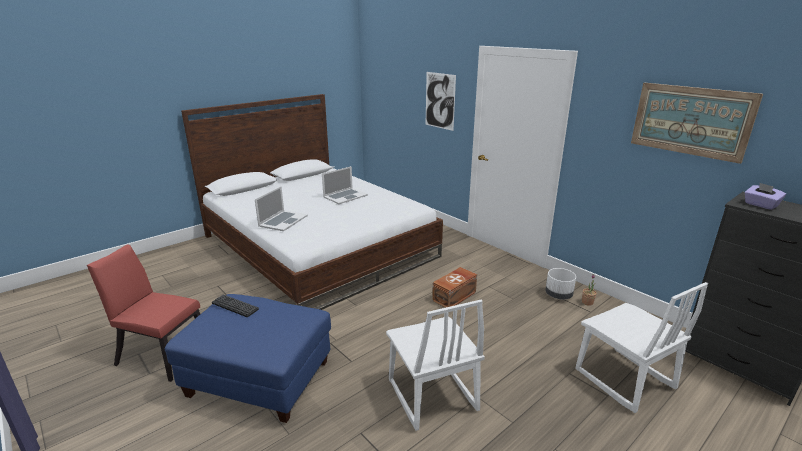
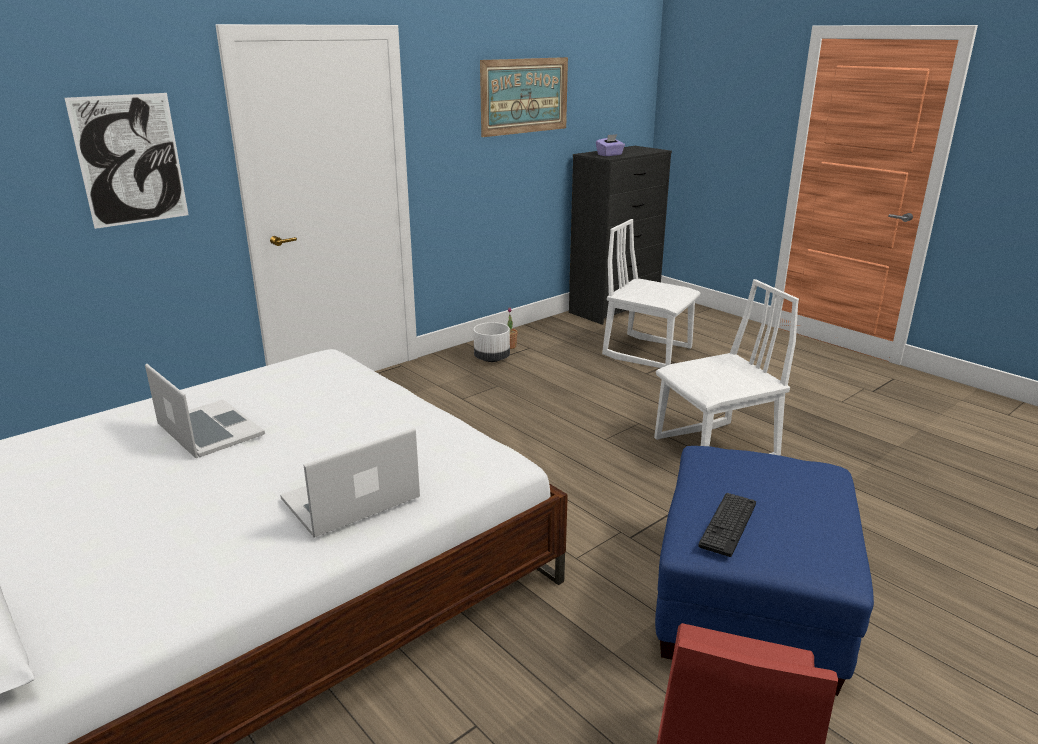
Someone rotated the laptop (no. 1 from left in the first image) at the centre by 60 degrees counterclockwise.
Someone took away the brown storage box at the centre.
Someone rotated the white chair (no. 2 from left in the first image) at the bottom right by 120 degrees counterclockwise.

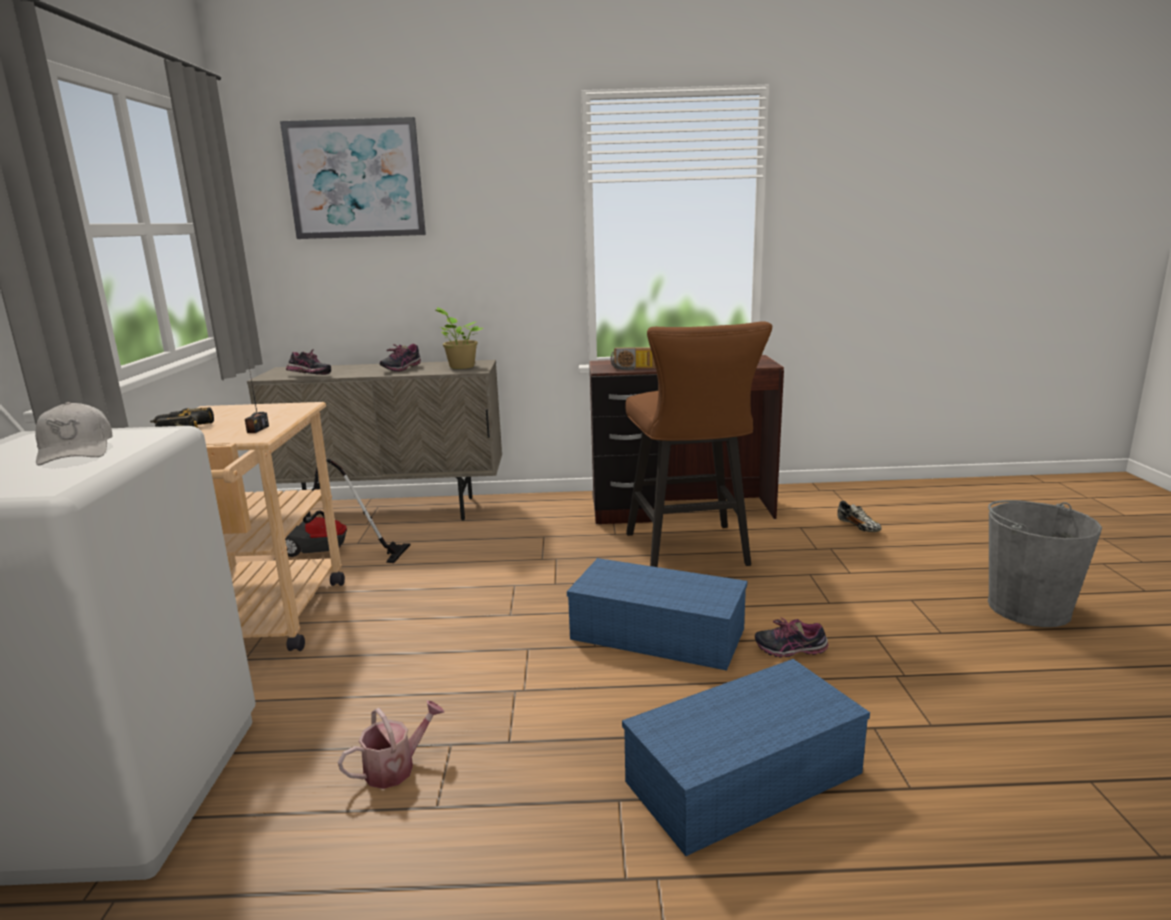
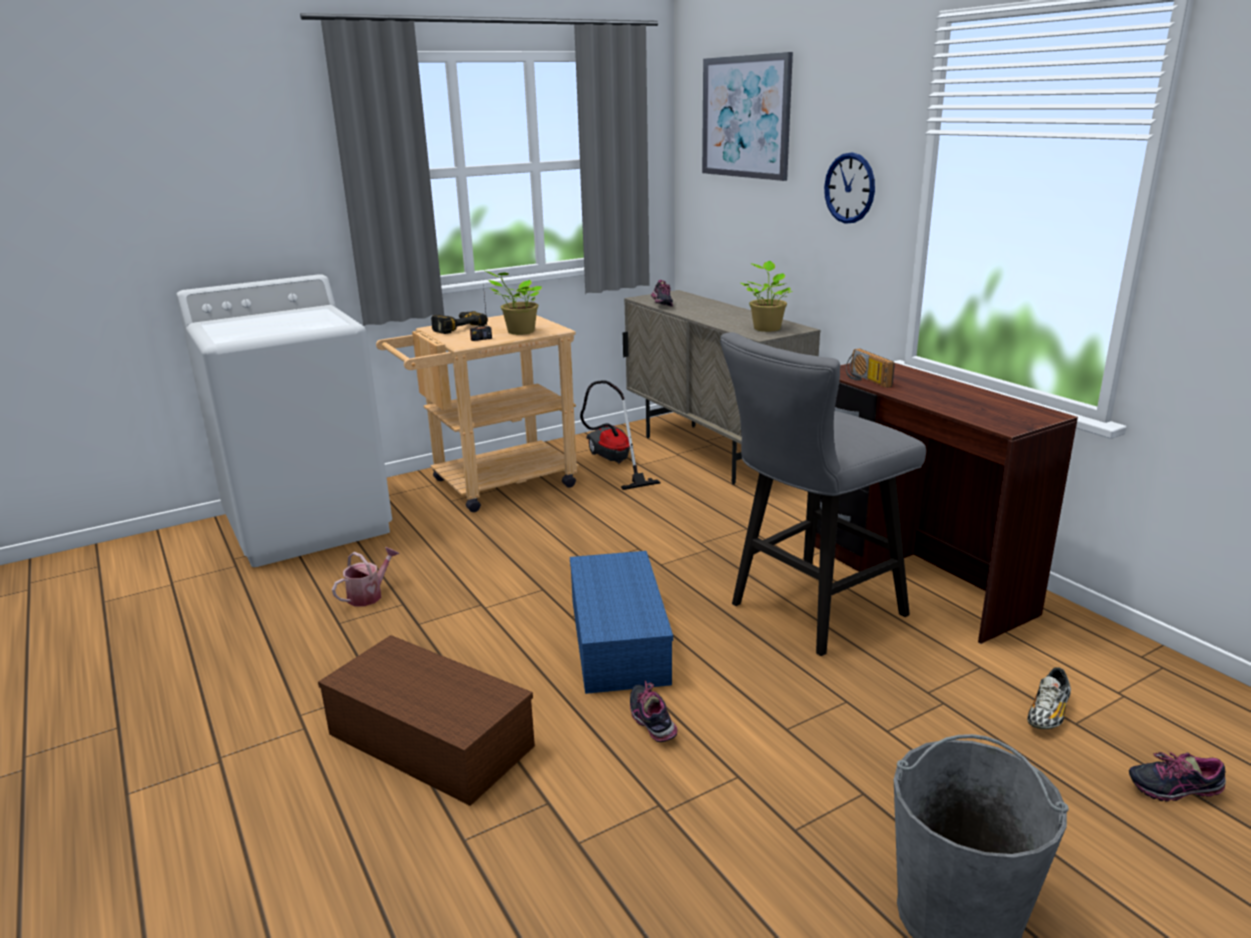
Someone took away the white cap at the middle left.
Someone rotated the watering can at the bottom centre by 75 degrees counterclockwise.
Someone carried the shoe (no. 2 from left in the first image) from the centre to the bottom right.
Someone repainted the blue storage box (no. 2 from left) at the bottom centre, which became the brown storage box at the bottom centre.
Someone repainted the brown stool at the centre, which became the grey stool at the centre.
Someone put down the potted plant (no. 1 from left) at the top centre.
Someone put up the wall clock at the top right.

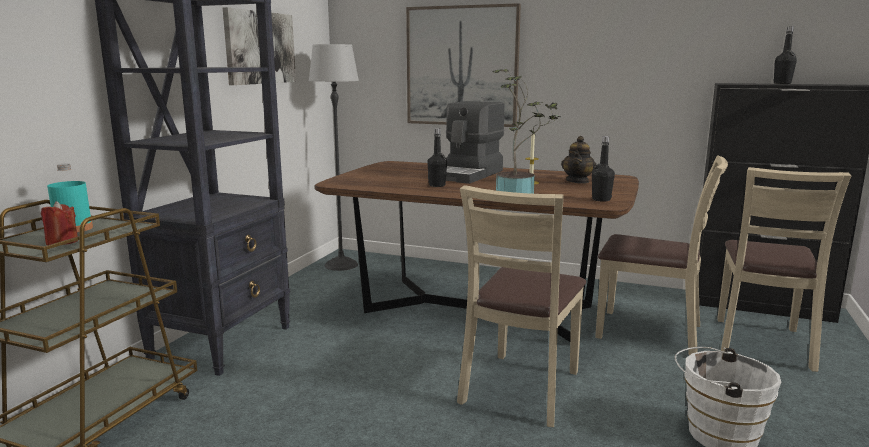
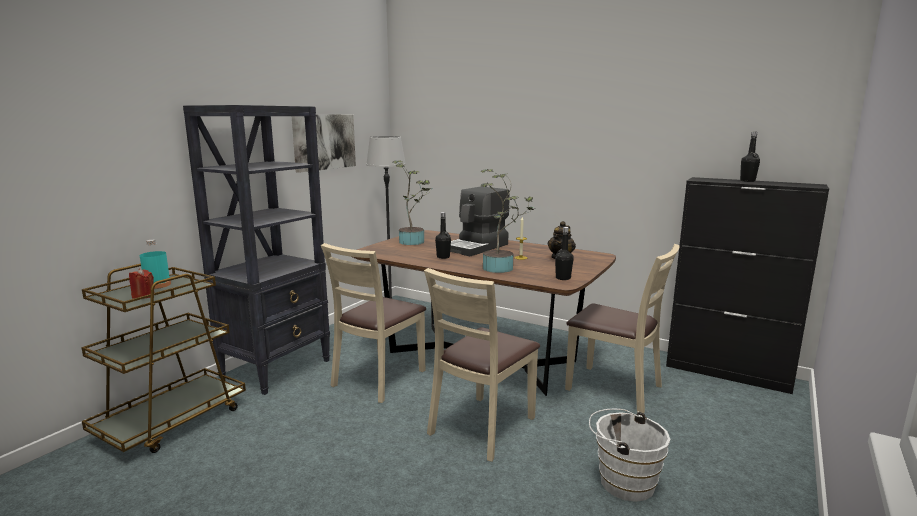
Someone took away the picture (no. 2 from left) at the top centre.
Someone carried the beige chair (no. 3 from left in the first image) from the middle right to the centre.
Someone put down the potted plant (no. 1 from left) at the centre.

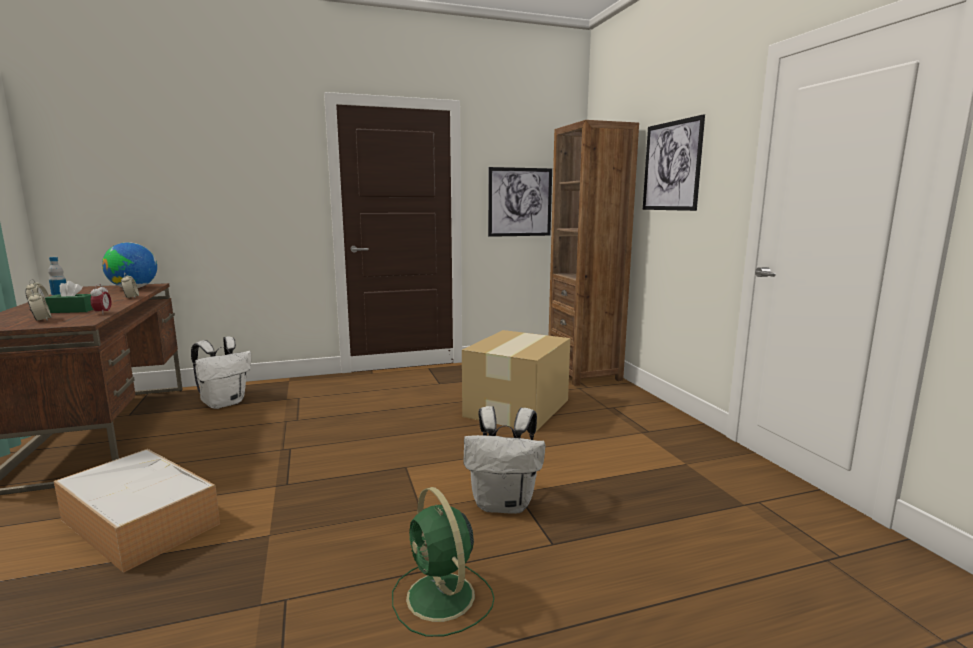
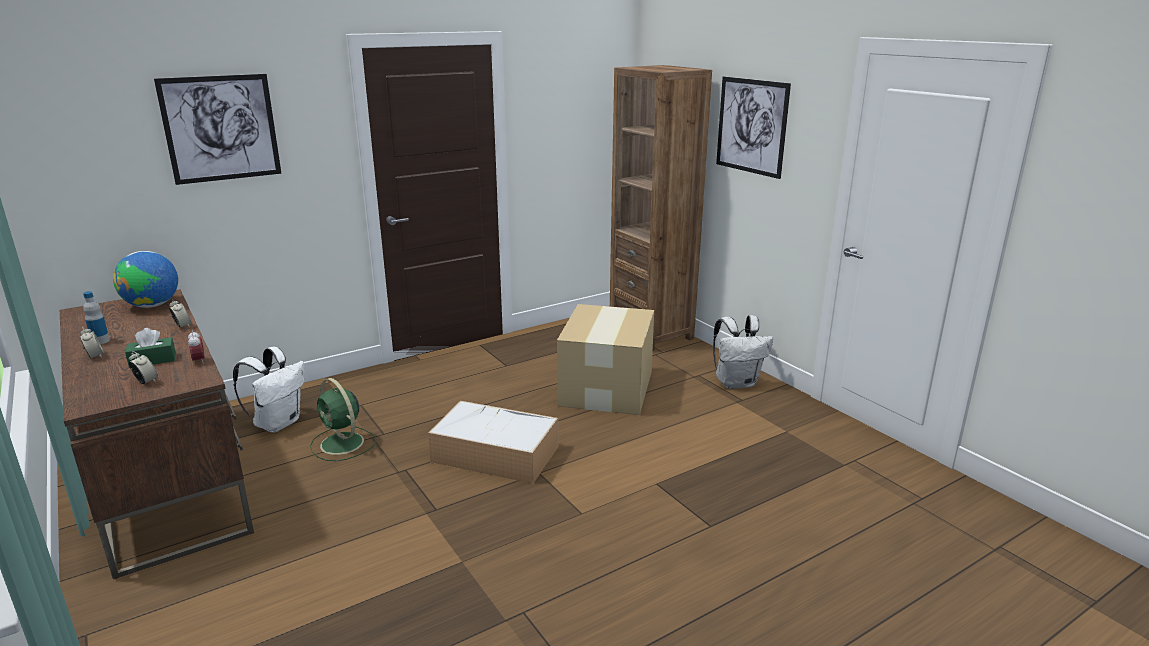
Someone carried the storage box from the bottom left to the bottom centre.
Someone carried the green fan from the bottom centre to the middle left.
Someone carried the white backpack (no. 2 from left) from the bottom centre to the centre.
Someone carried the picture (no. 1 from left) from the top centre to the top left.

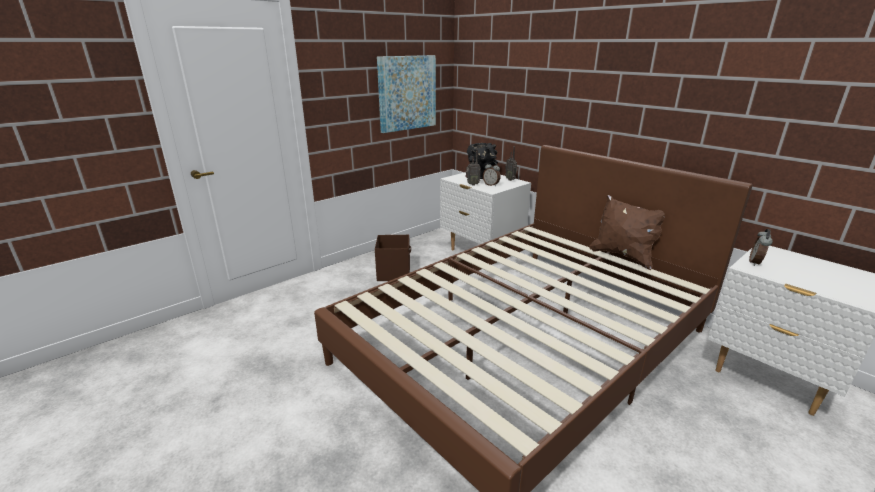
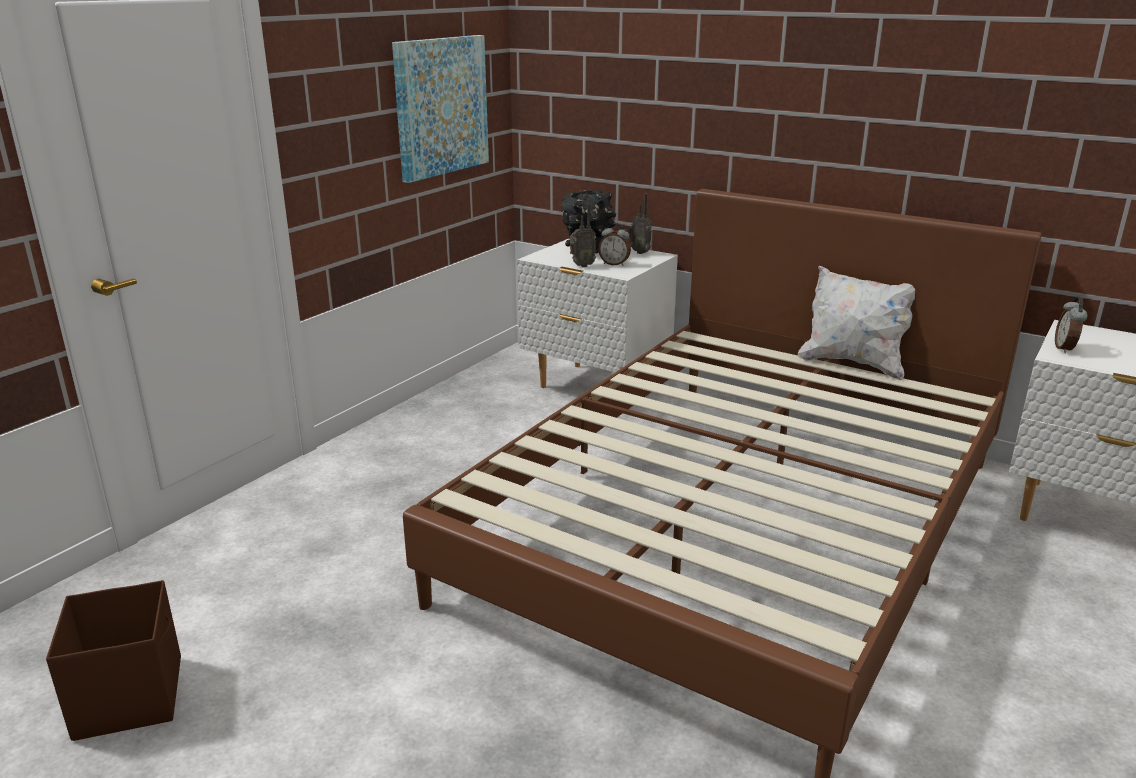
Someone carried the brown storage box from the centre to the bottom left.
Someone repainted the brown pillow at the middle right, which became the white pillow at the middle right.

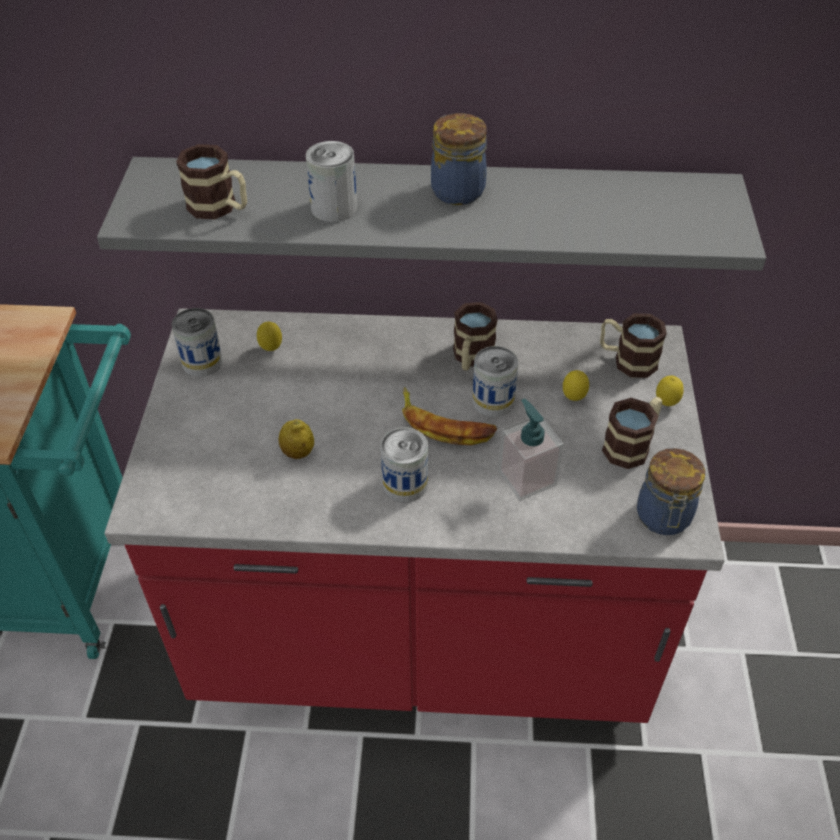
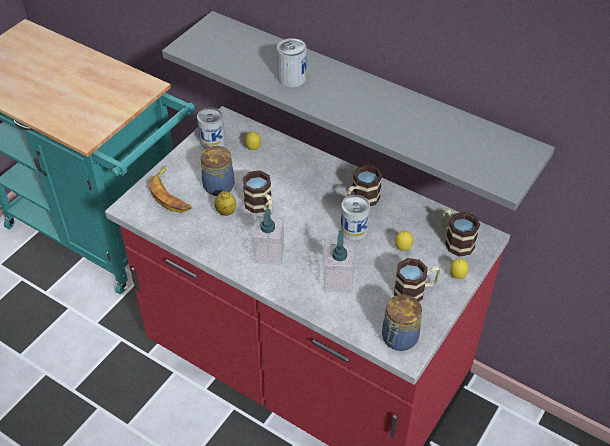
Someone carried the mug (no. 1 from left) from the top left to the centre.
Someone swapped the can (no. 3 from left) at the centre for the soap dispenser (no. 1 from left) at the centre.
Someone carried the banana from the centre to the middle left.
Someone carried the jar (no. 1 from left) from the top centre to the centre.

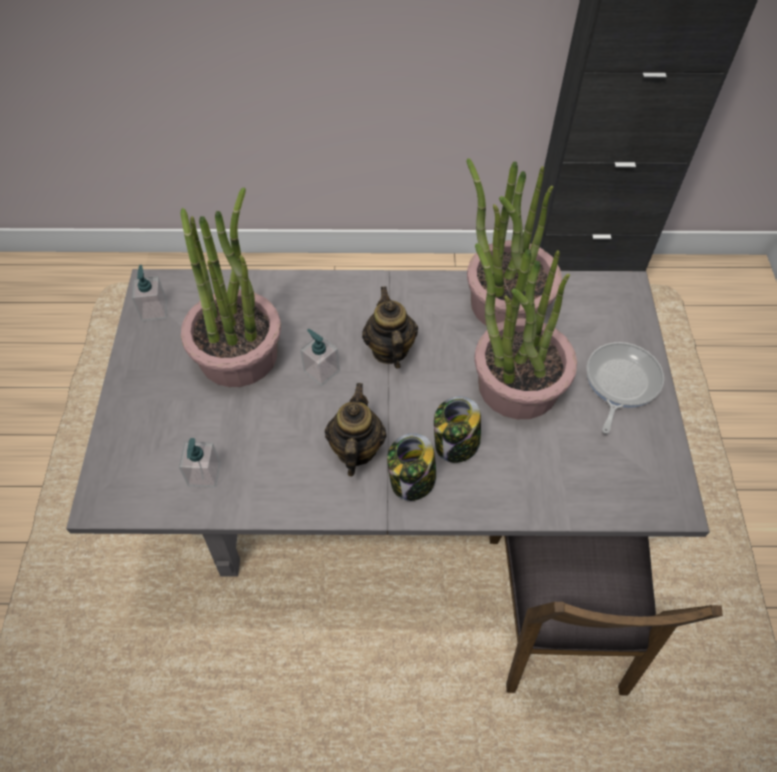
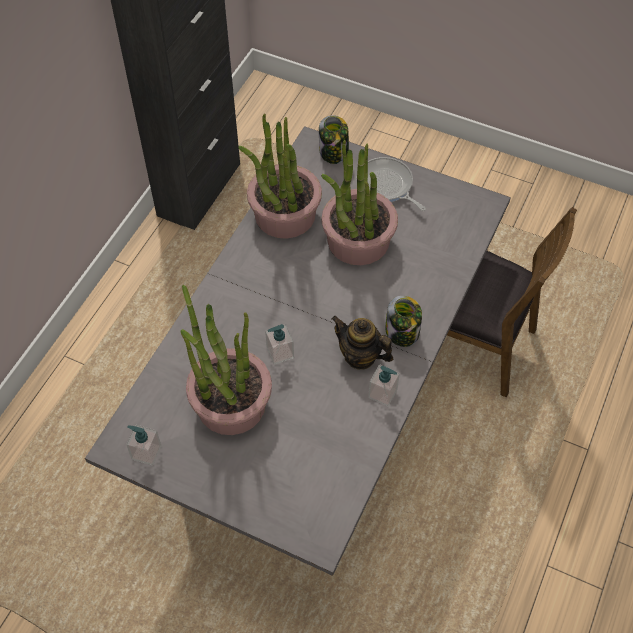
Someone carried the soap dispenser (no. 2 from left in the first image) from the middle left to the centre.
Someone took away the teapot (no. 2 from left) at the centre.
Someone carried the jar (no. 2 from left in the first image) from the centre to the top centre.

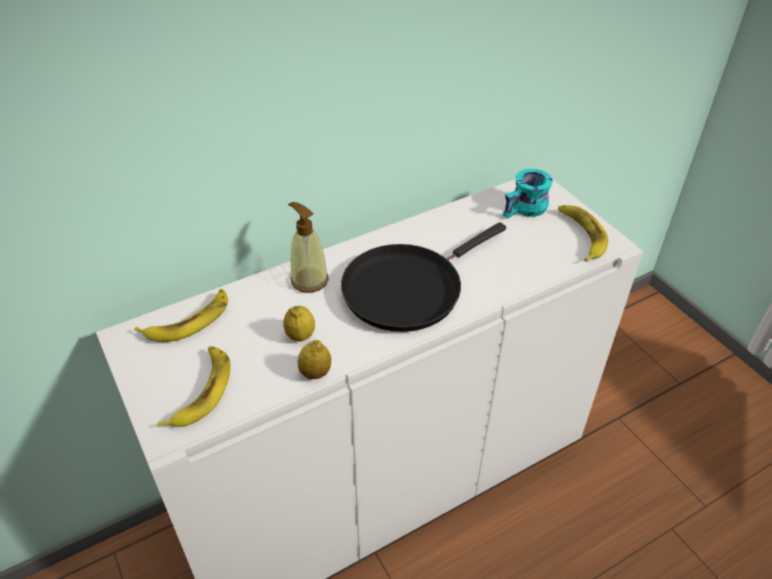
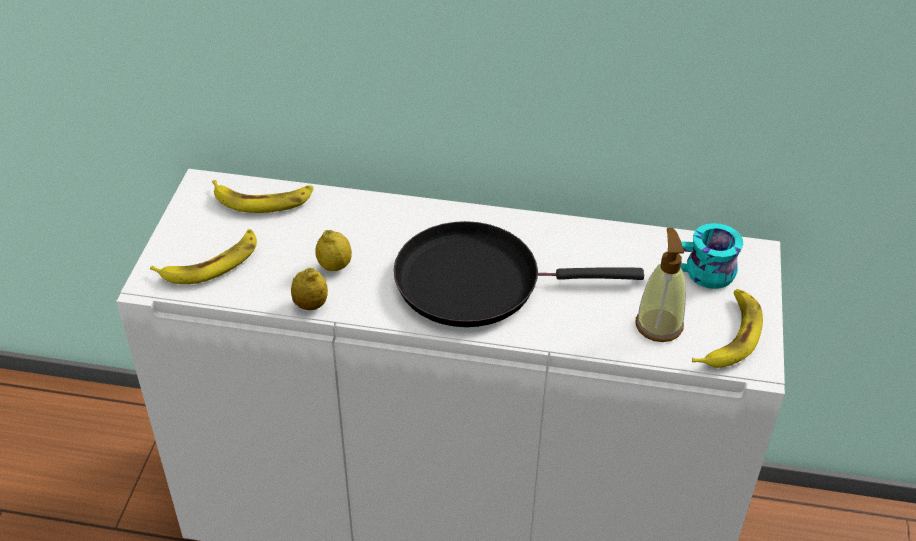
Someone carried the soap dispenser from the centre to the middle right.

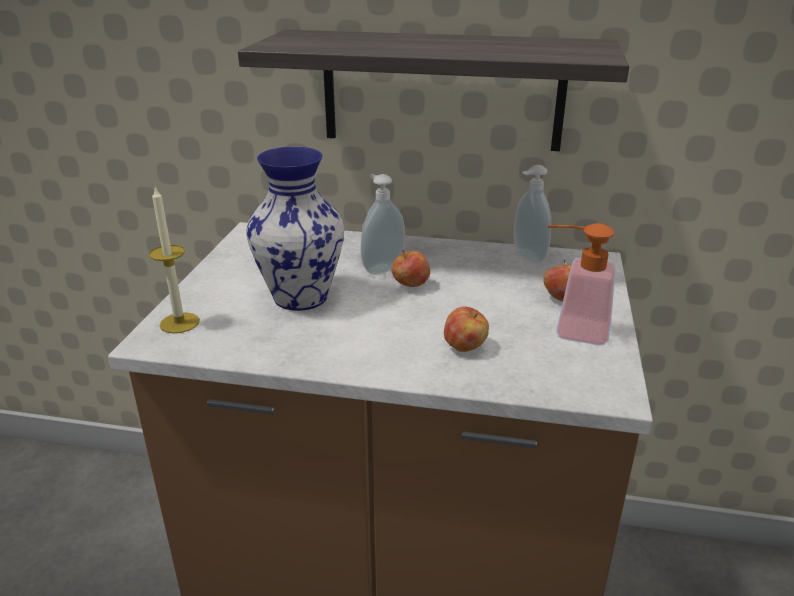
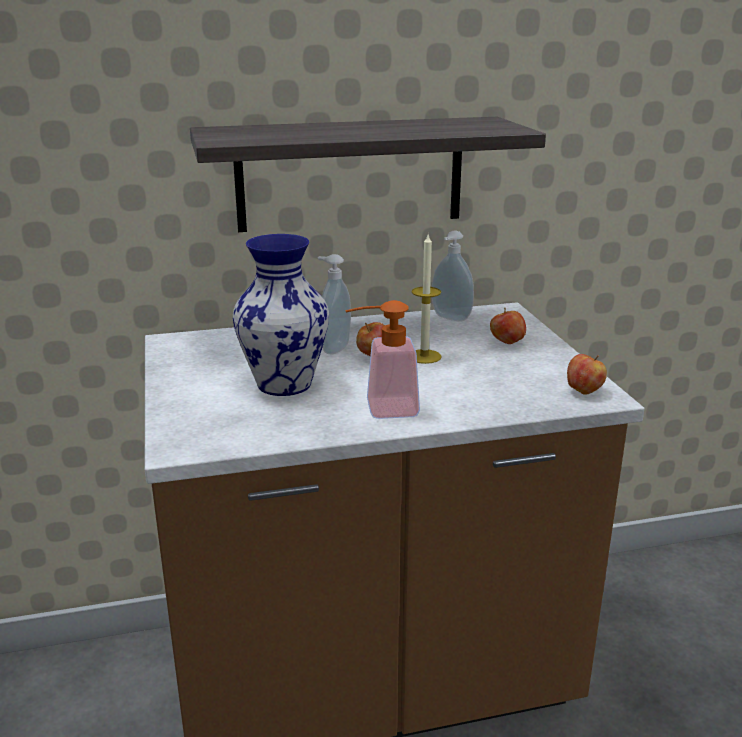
Someone carried the candle from the middle left to the centre.
Someone carried the apple (no. 2 from left in the first image) from the centre to the middle right.
Someone carried the soap dispenser (no. 3 from left in the first image) from the middle right to the centre.

